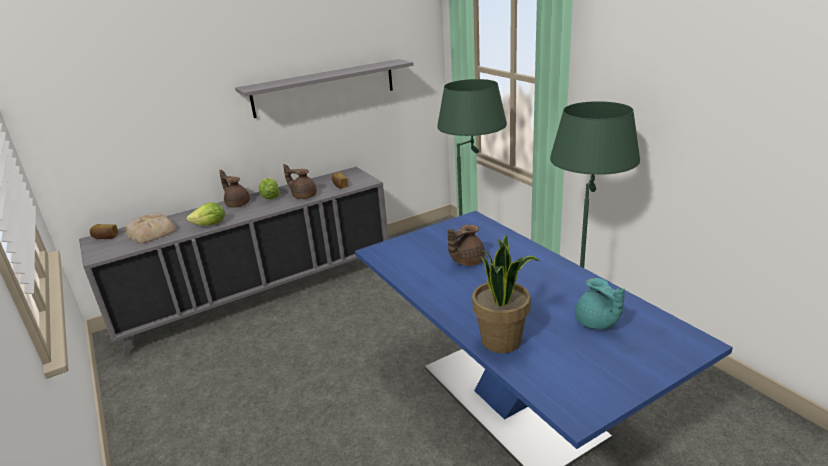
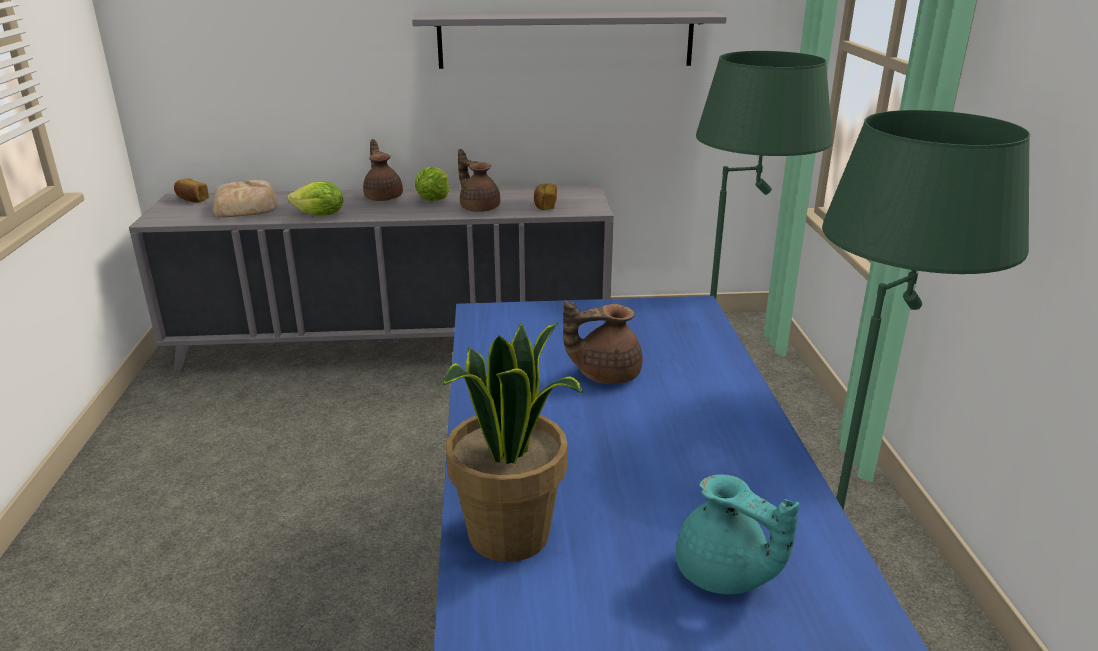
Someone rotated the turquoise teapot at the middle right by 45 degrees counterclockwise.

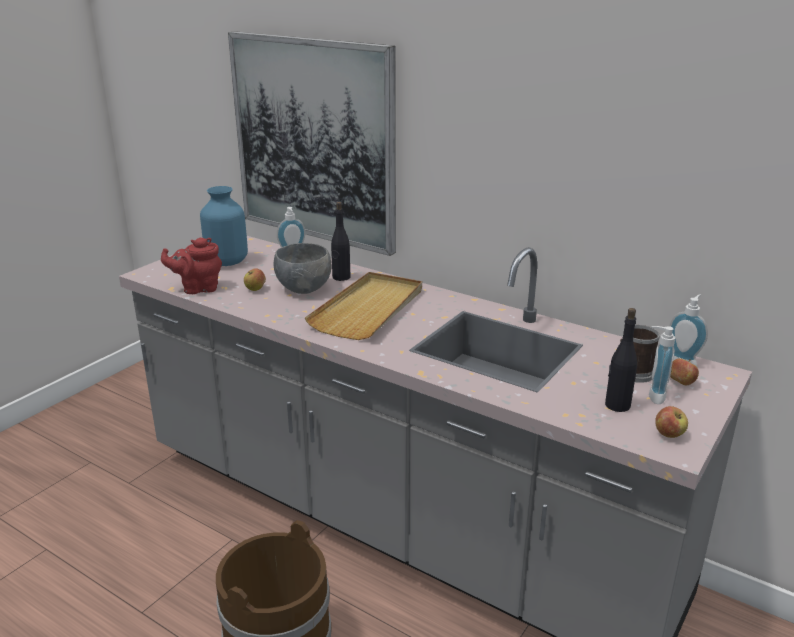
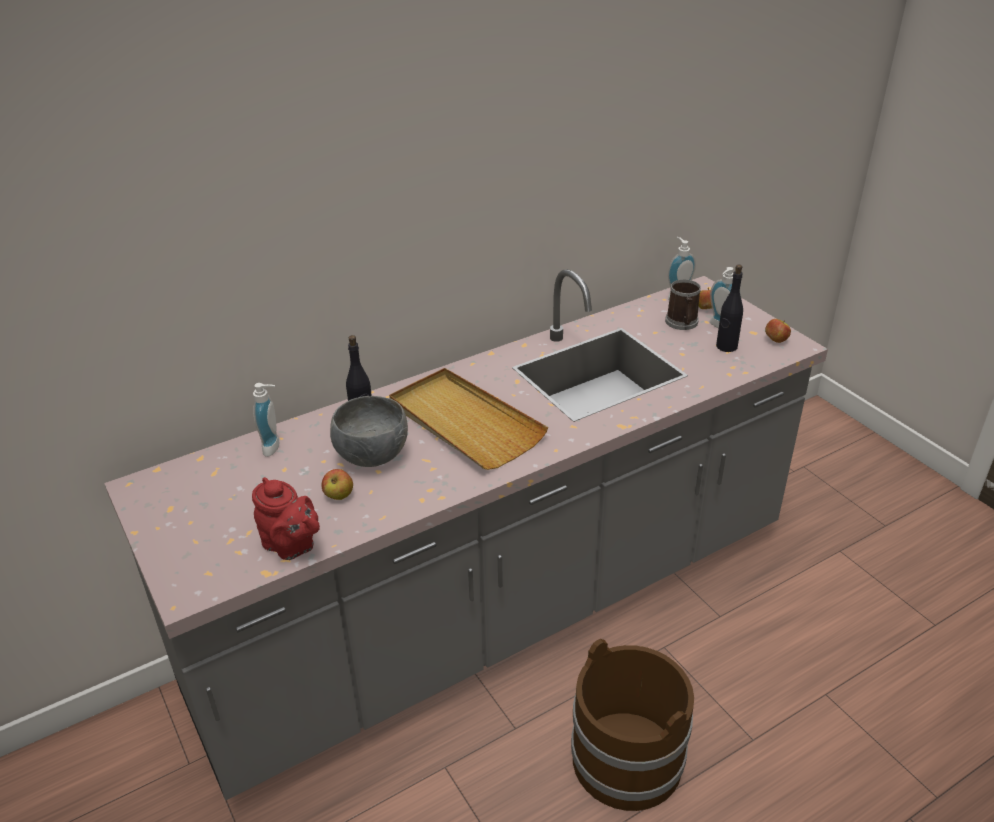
Someone rotated the red teapot at the middle left by 60 degrees counterclockwise.
Someone took away the blue vase at the middle left.
Someone took away the picture at the top centre.

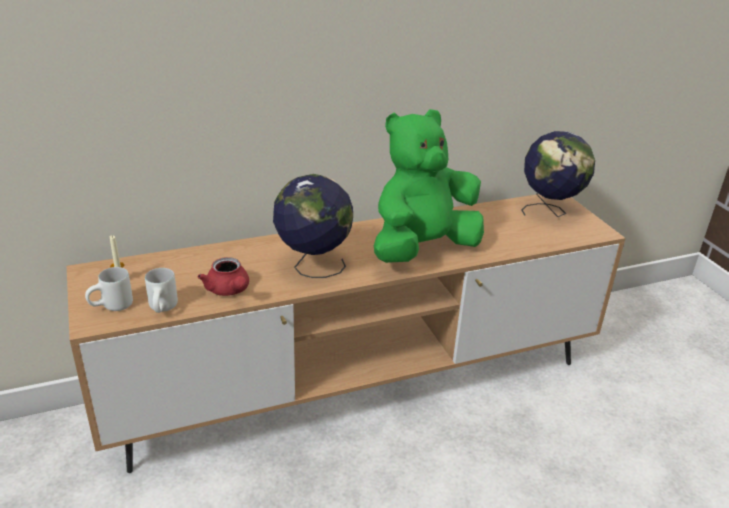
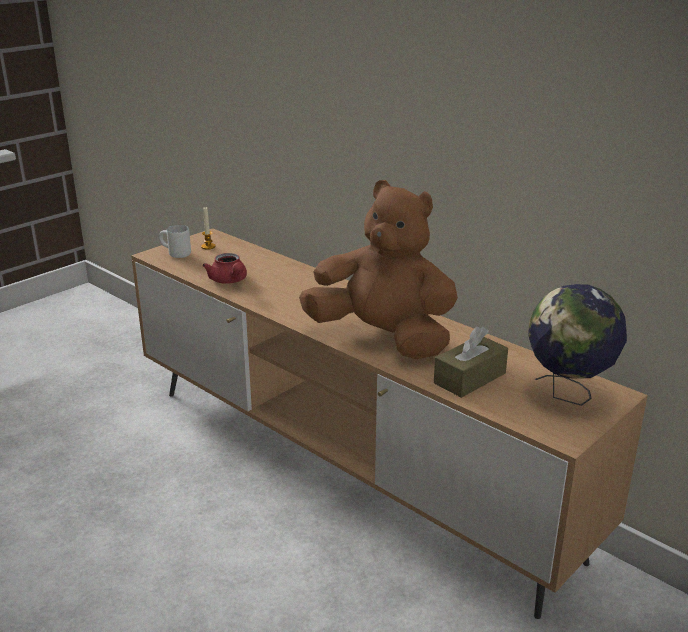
Someone took away the white mug (no. 2 from left) at the middle left.
Someone rotated the red teapot at the middle left by 60 degrees counterclockwise.
Someone took away the globe (no. 1 from left) at the centre.
Someone repainted the green plush toy at the centre, which became the brown plush toy at the centre.
Someone put down the brown tissue box at the middle right.

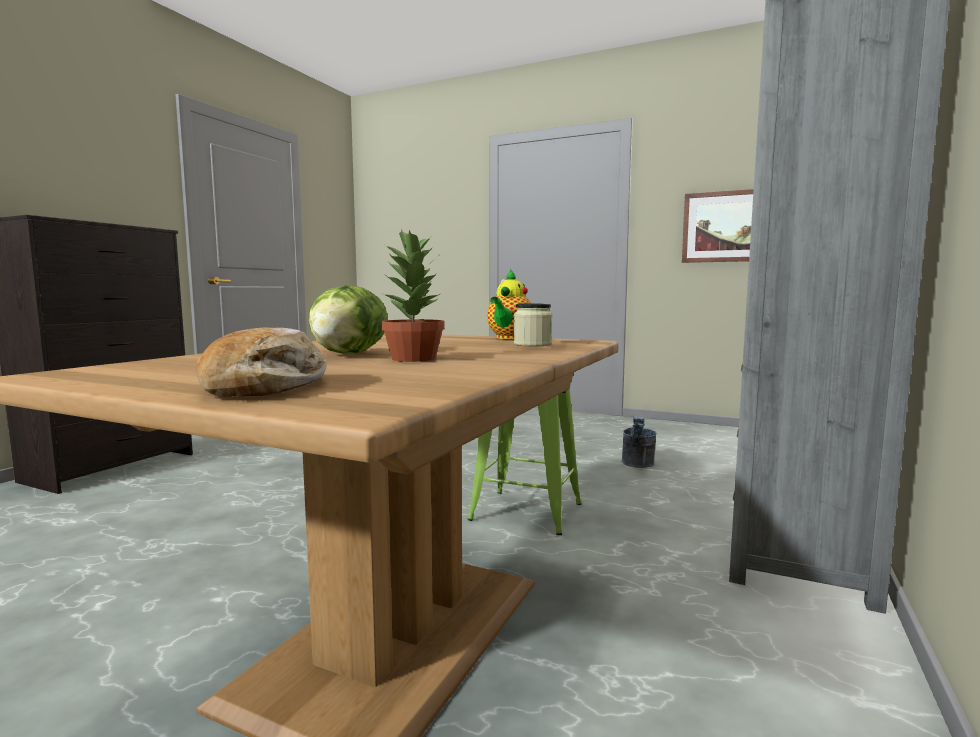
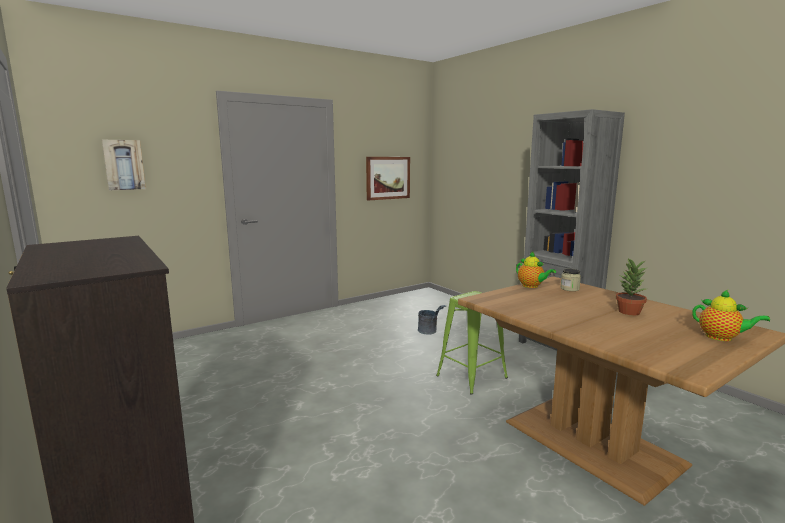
Someone swapped the bread at the middle left for the teapot (no. 2 from left) at the middle right.
Someone took away the lettuce at the centre.
Someone put up the picture (no. 1 from left) at the top left.

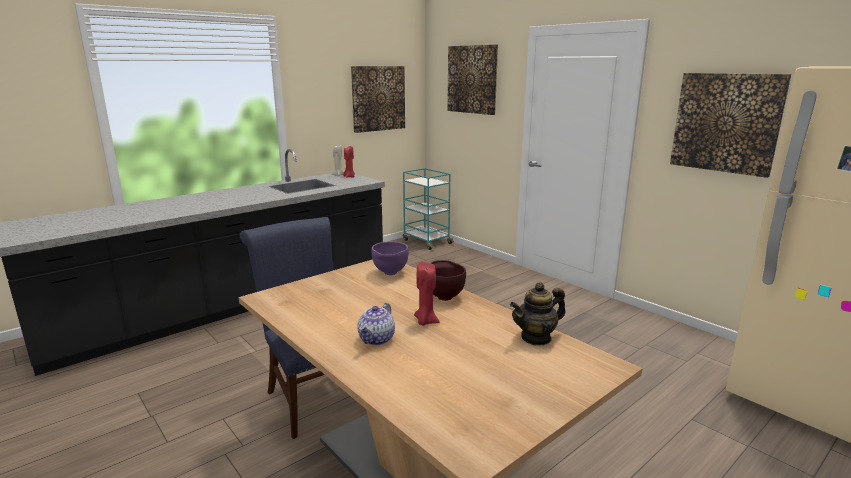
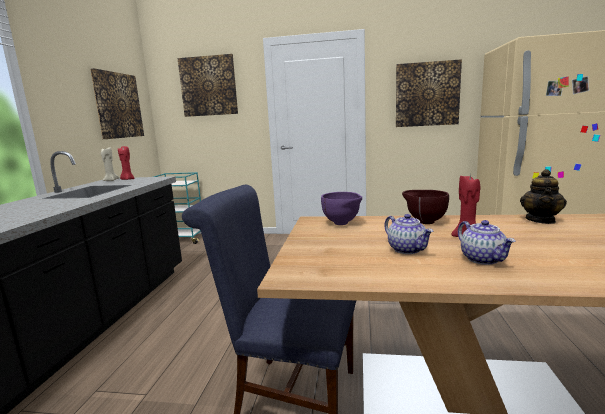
Someone put down the teapot (no. 1 from left) at the middle right.

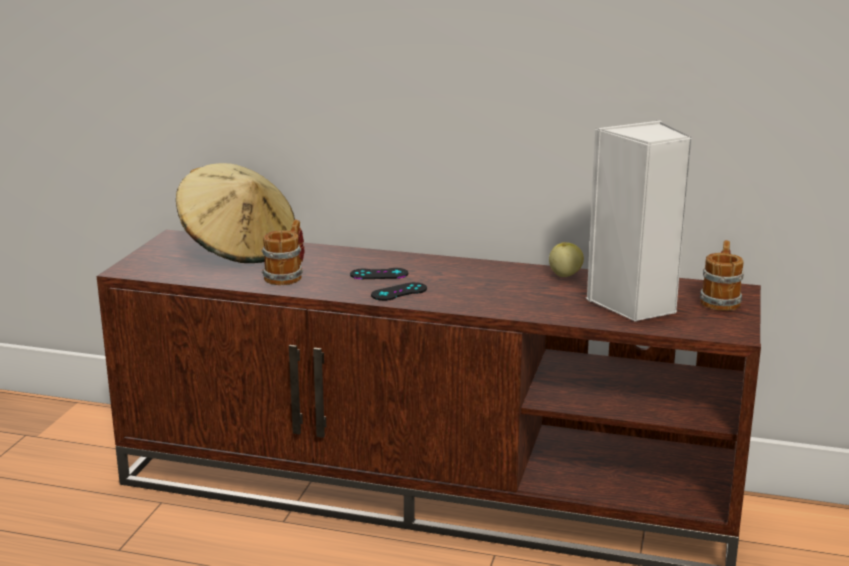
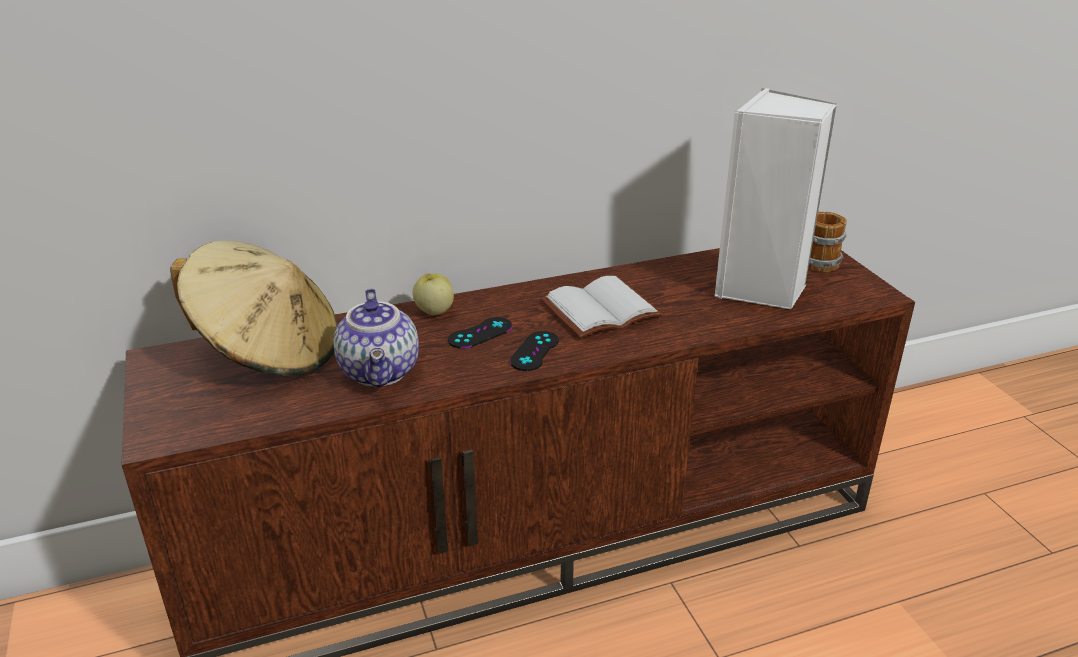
Someone swapped the mug (no. 1 from left) at the middle left for the teapot at the centre.
Someone carried the apple from the middle right to the centre.
Someone put down the white book at the centre.

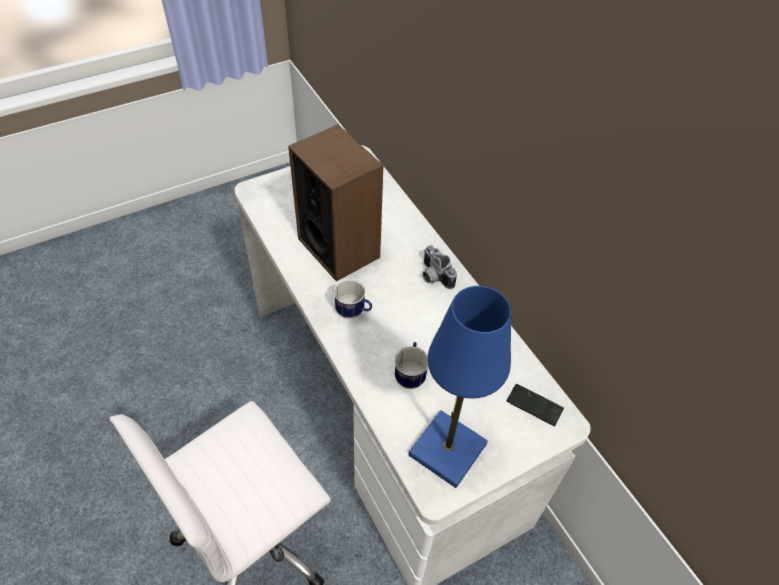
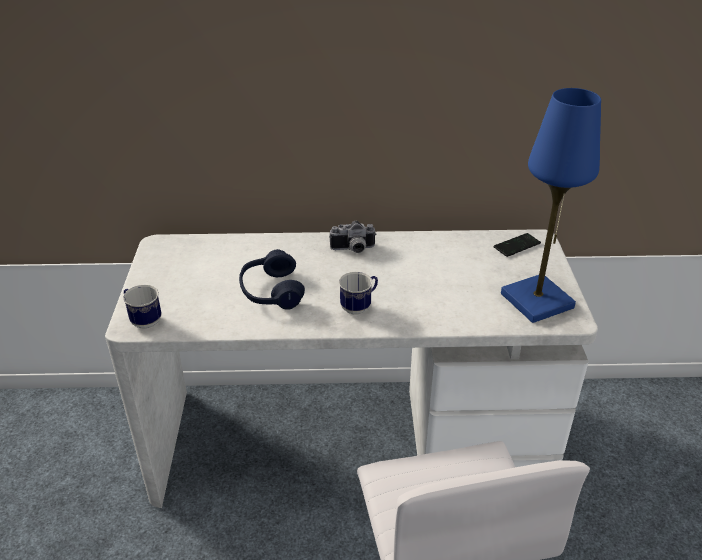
Someone swapped the speaker at the centre for the blue headphones at the centre.
Someone carried the mug (no. 2 from left in the first image) from the centre to the middle left.

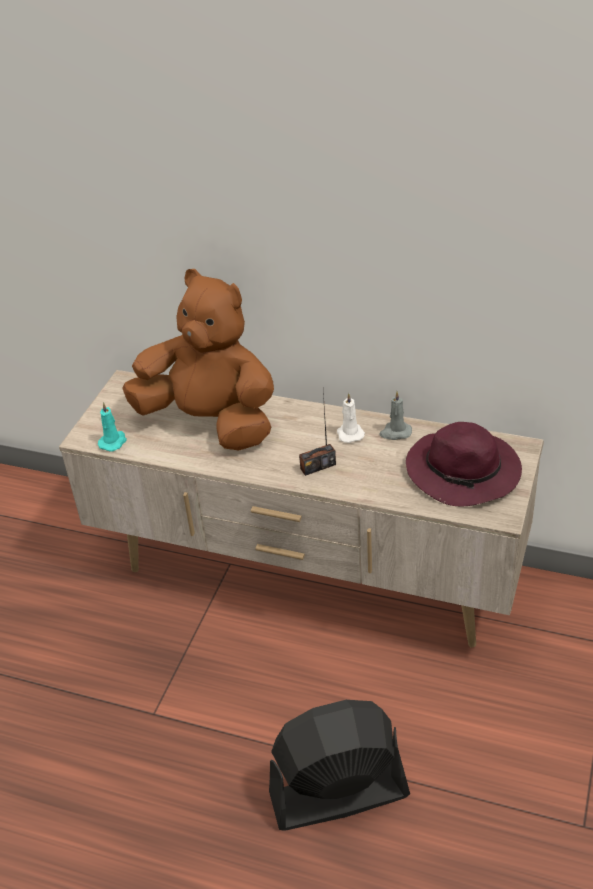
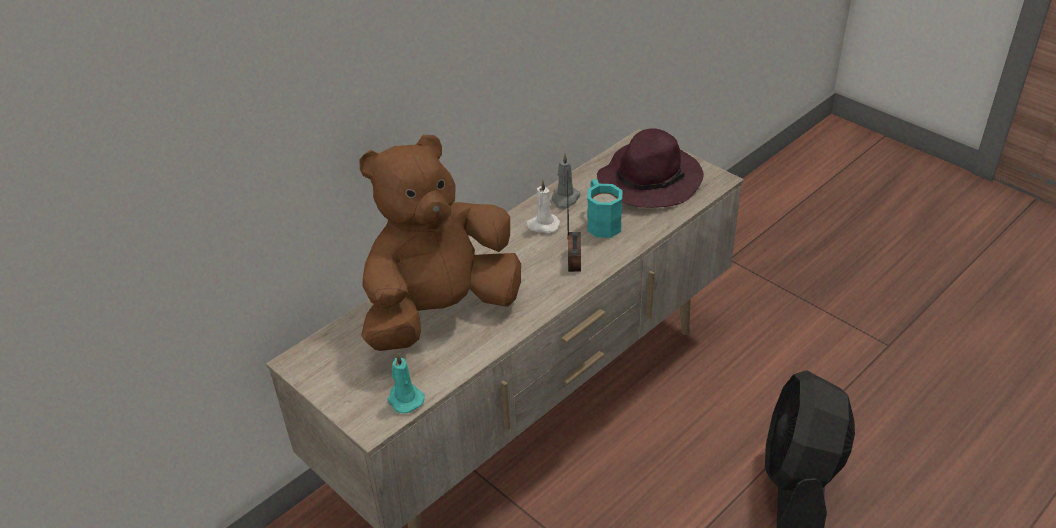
Someone put down the turquoise mug at the centre.

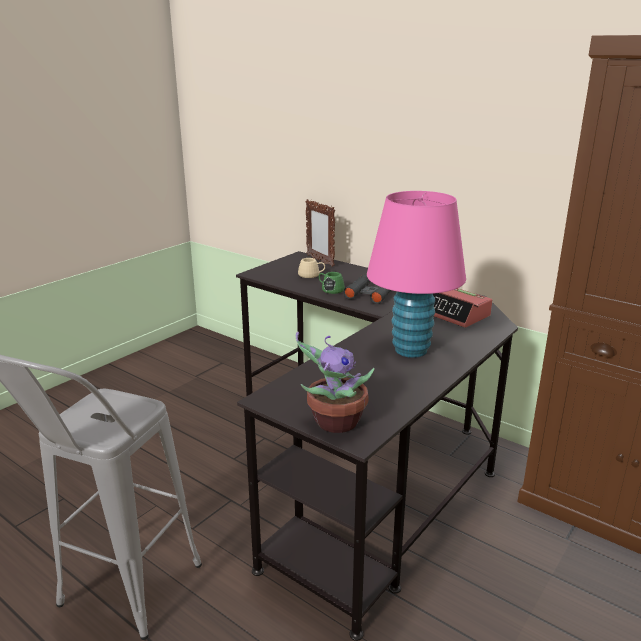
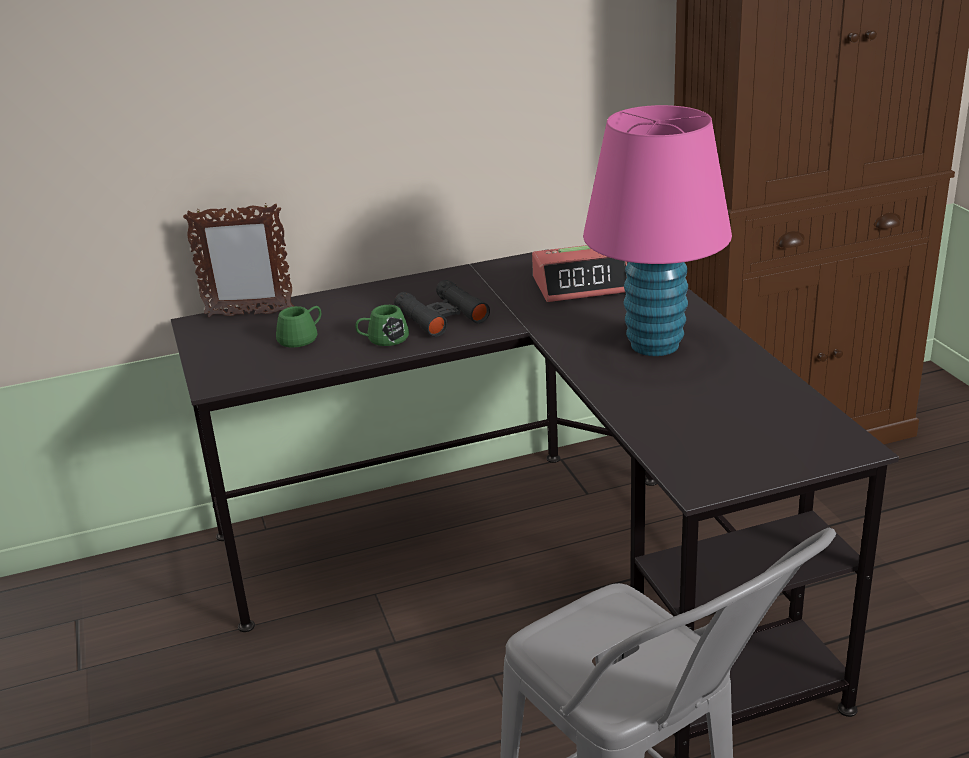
Someone took away the potted plant at the centre.
Someone repainted the beige mug at the centre, which became the green mug (no. 1 from left) at the middle left.

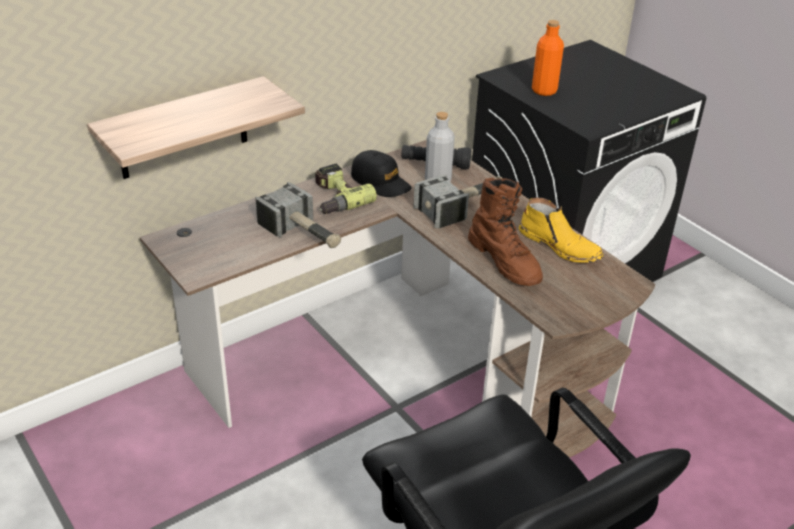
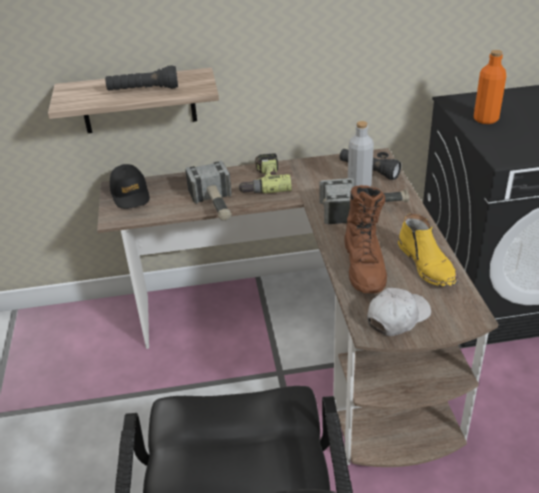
Someone carried the black cap from the top centre to the middle left.
Someone put down the black flashlight (no. 1 from left) at the top left.
Someone put down the white cap at the middle right.

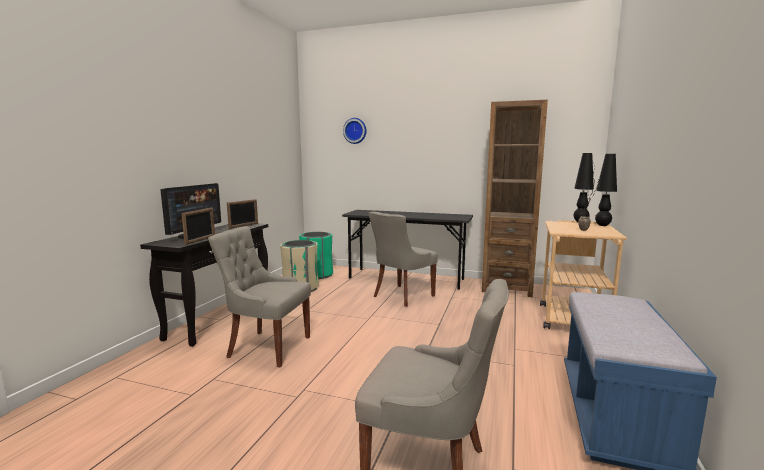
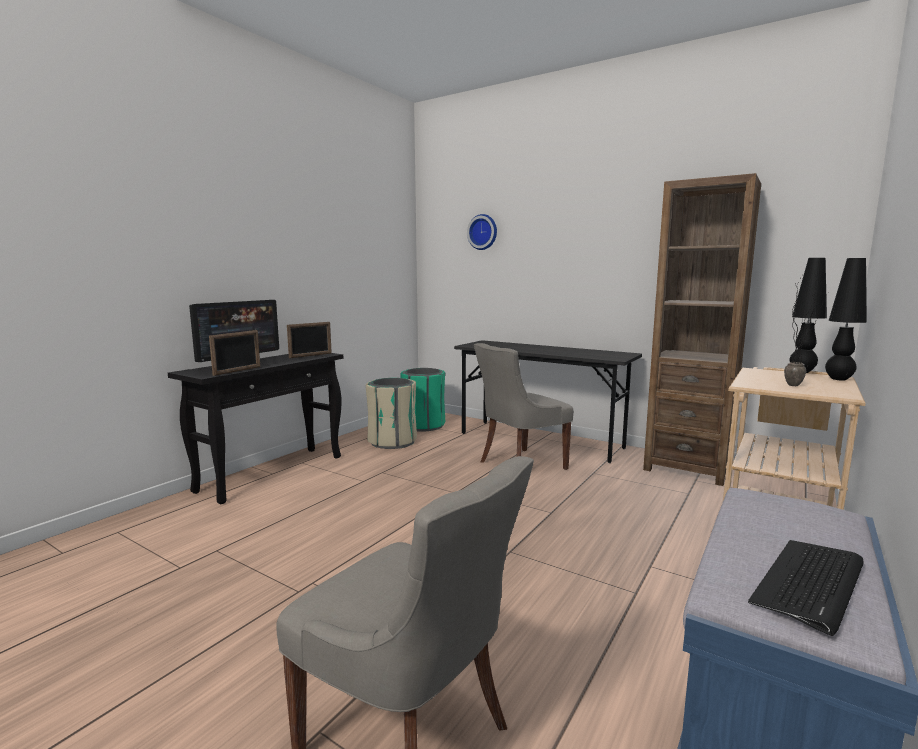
Someone took away the grey chair (no. 1 from left) at the centre.
Someone put down the keyboard at the bottom right.

